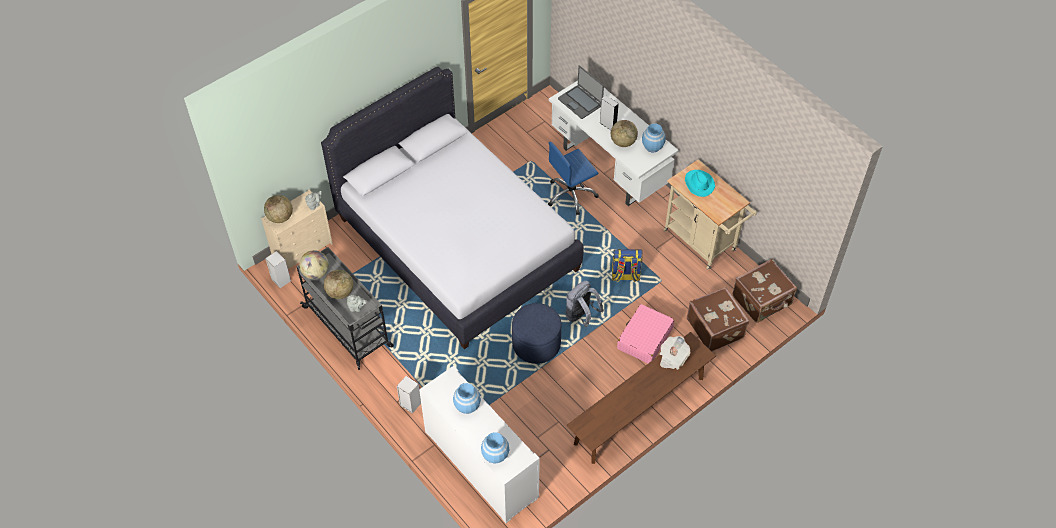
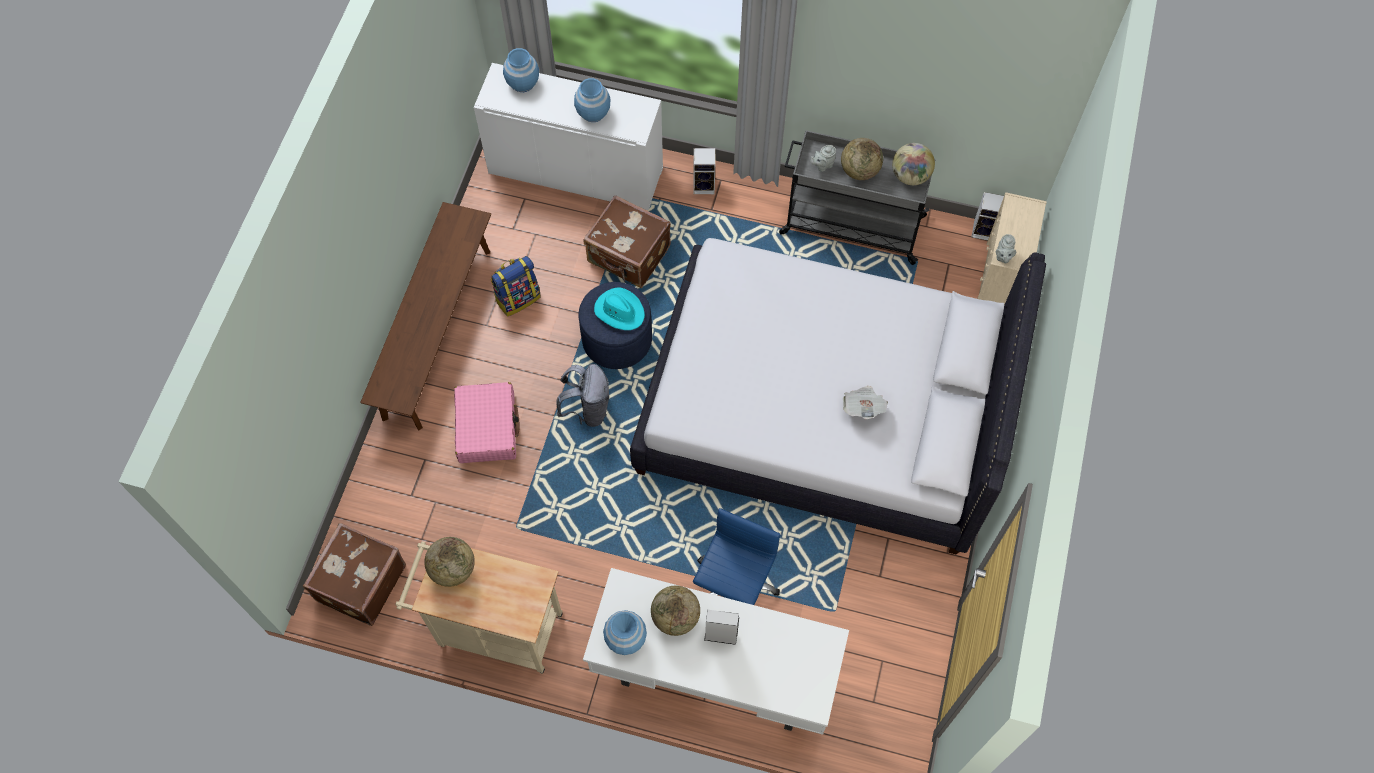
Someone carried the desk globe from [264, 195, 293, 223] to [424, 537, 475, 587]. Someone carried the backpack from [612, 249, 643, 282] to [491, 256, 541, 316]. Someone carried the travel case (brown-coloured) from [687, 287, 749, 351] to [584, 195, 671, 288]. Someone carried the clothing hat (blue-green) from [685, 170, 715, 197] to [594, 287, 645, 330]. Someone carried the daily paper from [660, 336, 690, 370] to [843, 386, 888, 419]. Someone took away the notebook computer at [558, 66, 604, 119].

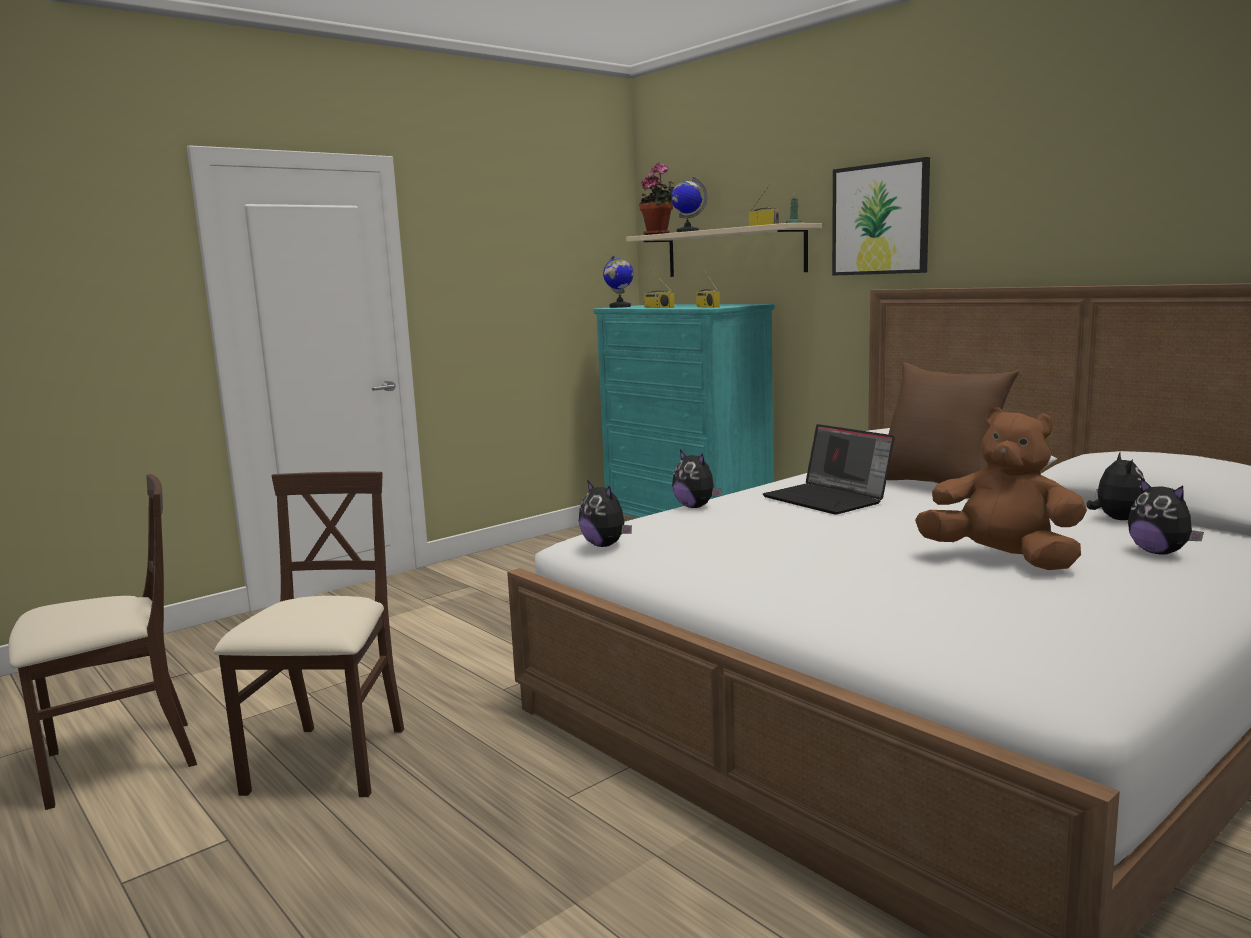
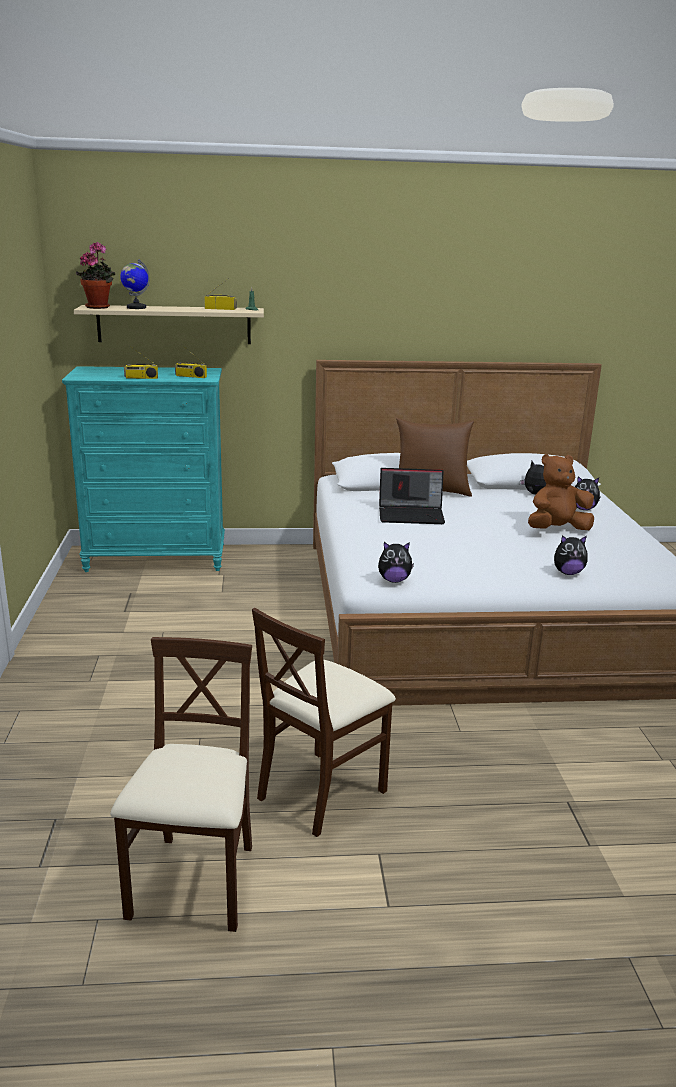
Someone rotated the upright chair (beige) at [214, 472, 404, 797] by 90 degrees counterclockwise. Someone carried the cuddly toy from [672, 450, 721, 508] to [554, 535, 588, 575]. Someone took away the desk globe at [603, 255, 633, 308]. Someone took away the wall art at [832, 157, 930, 276].

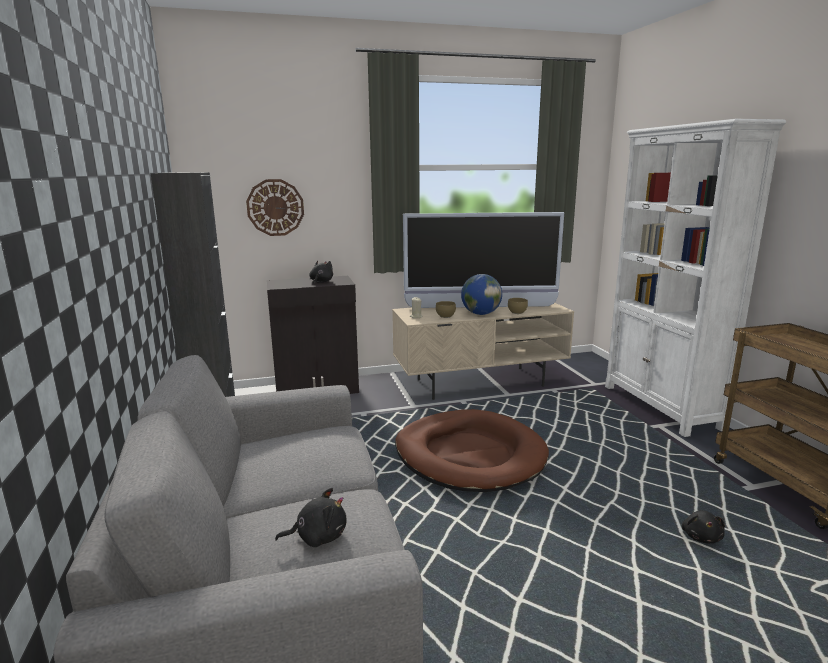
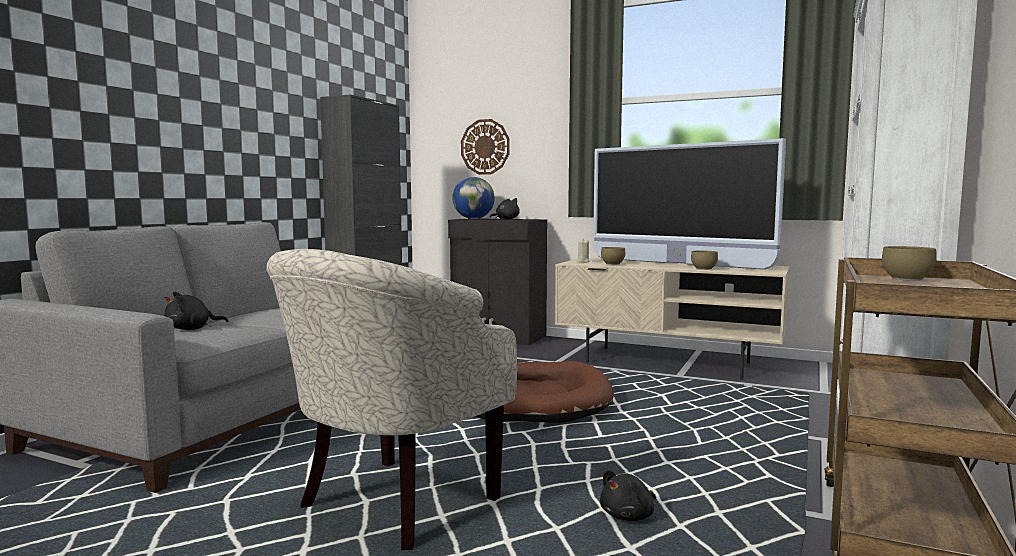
Someone rotated the cuddly toy (blackish) at [275, 488, 346, 547] by 120 degrees clockwise. Someone put down the lounge chair (beige) at [266, 249, 517, 550]. Someone carried the desk globe from [461, 274, 502, 315] to [453, 177, 495, 219]. Someone put down the serving bowl (brown-coloured) at [882, 246, 937, 281].

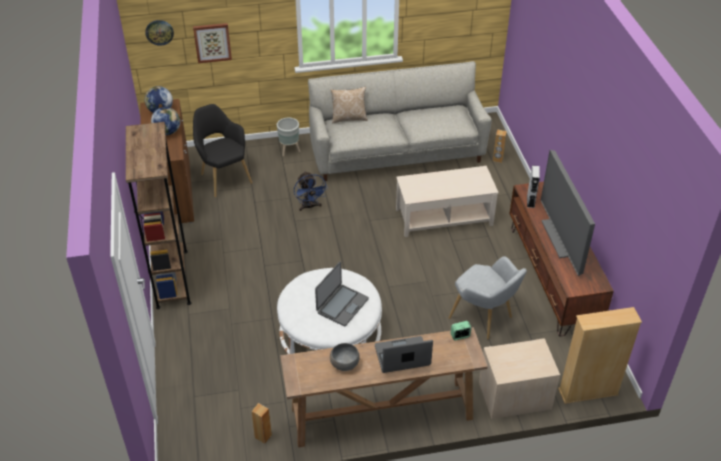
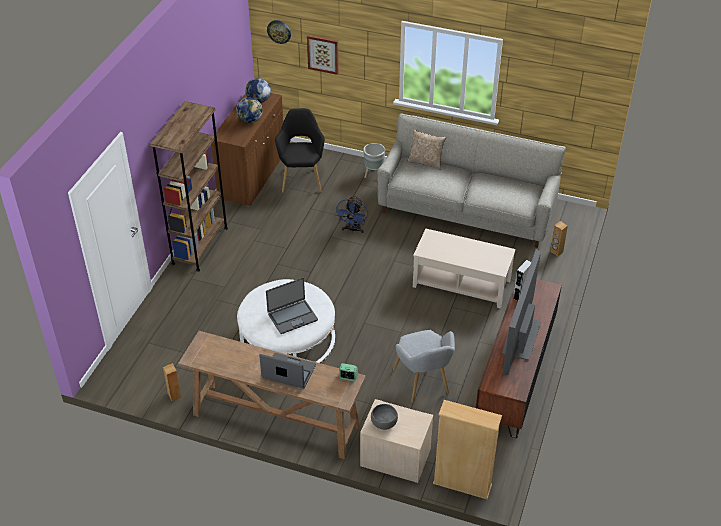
Someone carried the serving bowl (gray) from [330, 343, 360, 371] to [371, 404, 398, 430].

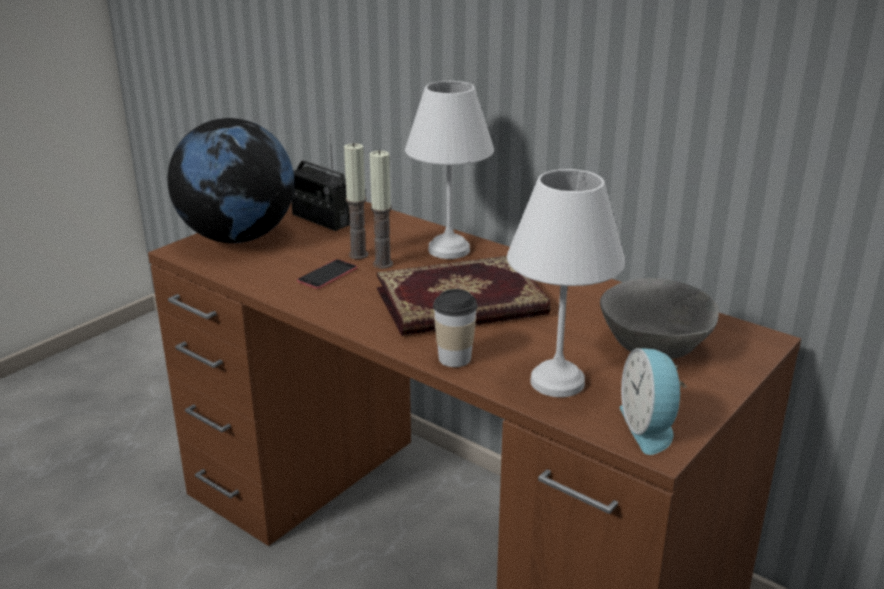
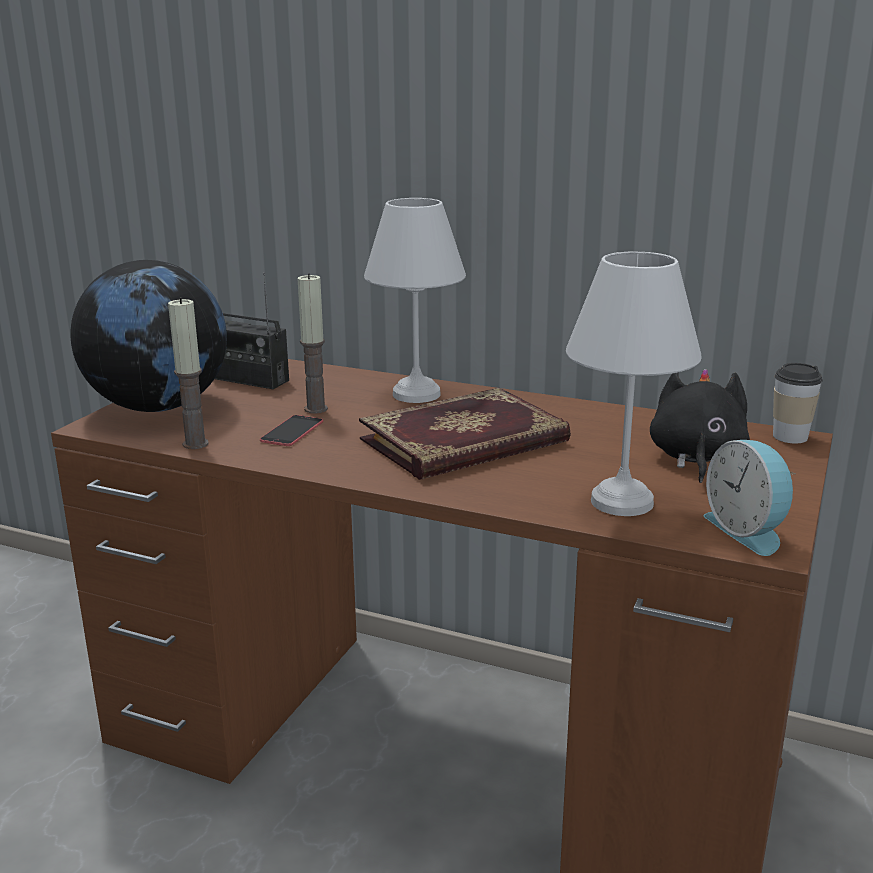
Someone carried the candle from [370, 150, 393, 269] to [168, 298, 209, 449]. Someone swapped the serving bowl (gray) at [600, 278, 719, 359] for the cuddly toy (blackish) at [650, 369, 750, 483]. Someone carried the cup from [433, 289, 478, 367] to [773, 363, 823, 443].

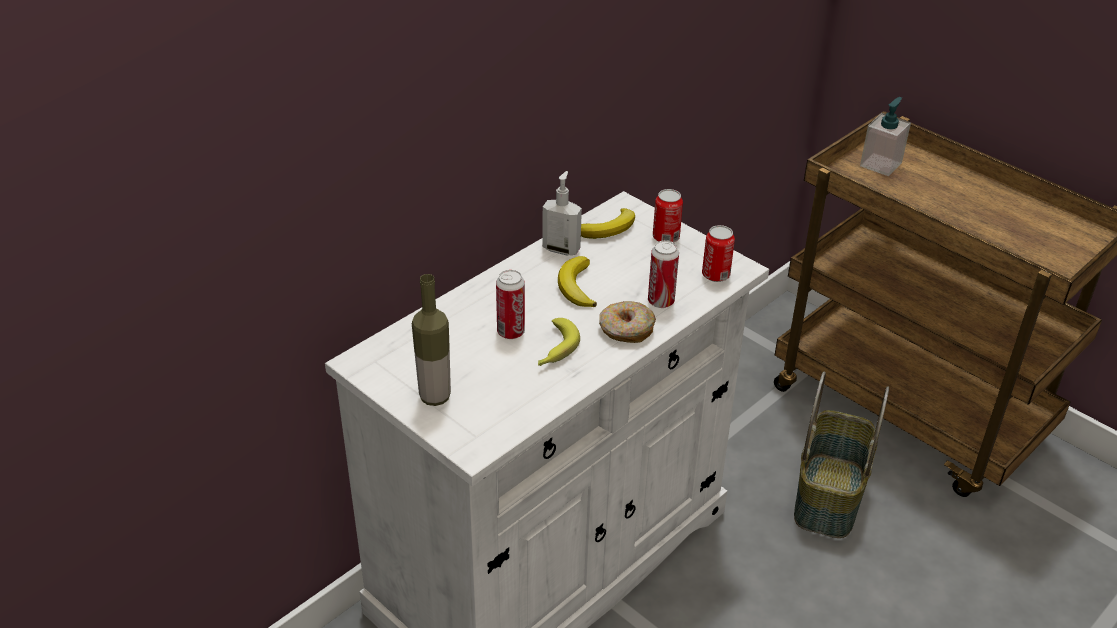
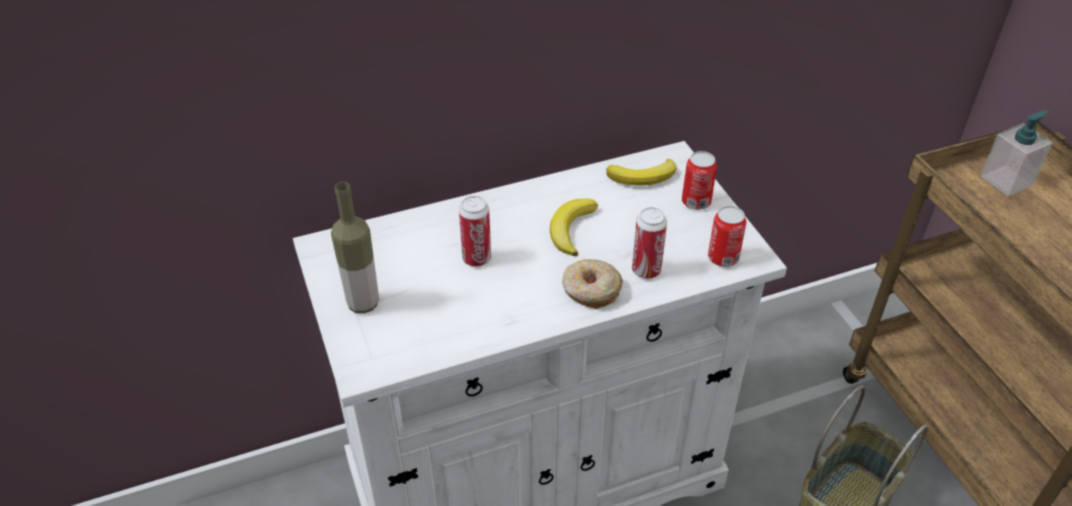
Someone took away the banana at [538, 318, 580, 366]. Someone took away the soap dispenser at [542, 171, 582, 255].

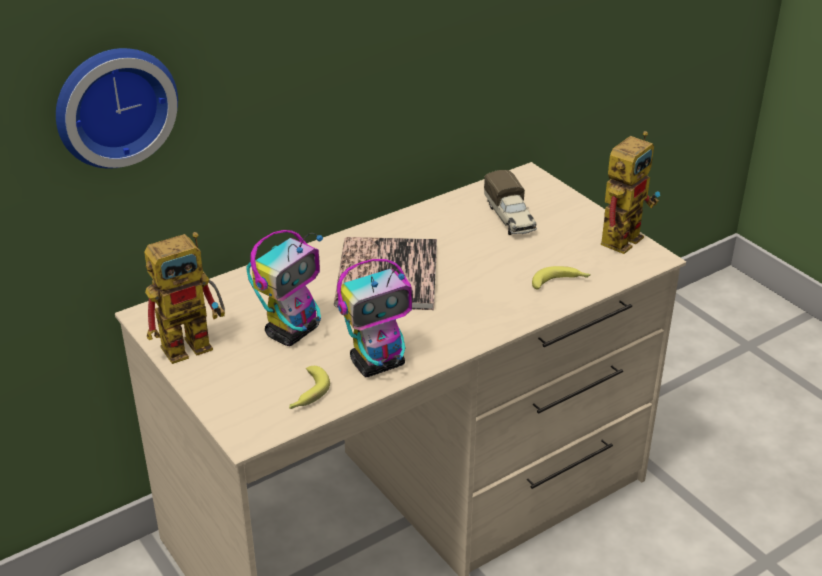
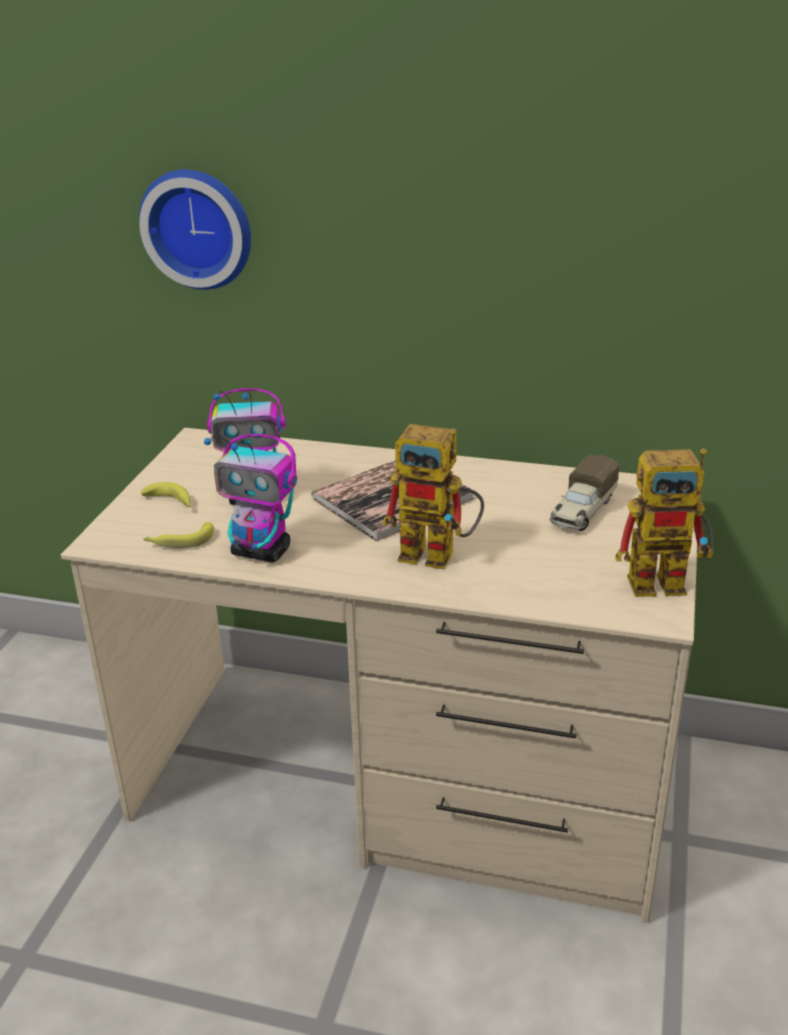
Someone carried the banana from [532, 266, 591, 289] to [141, 482, 191, 507]. Someone carried the model robot from [144, 232, 225, 364] to [382, 424, 484, 569].

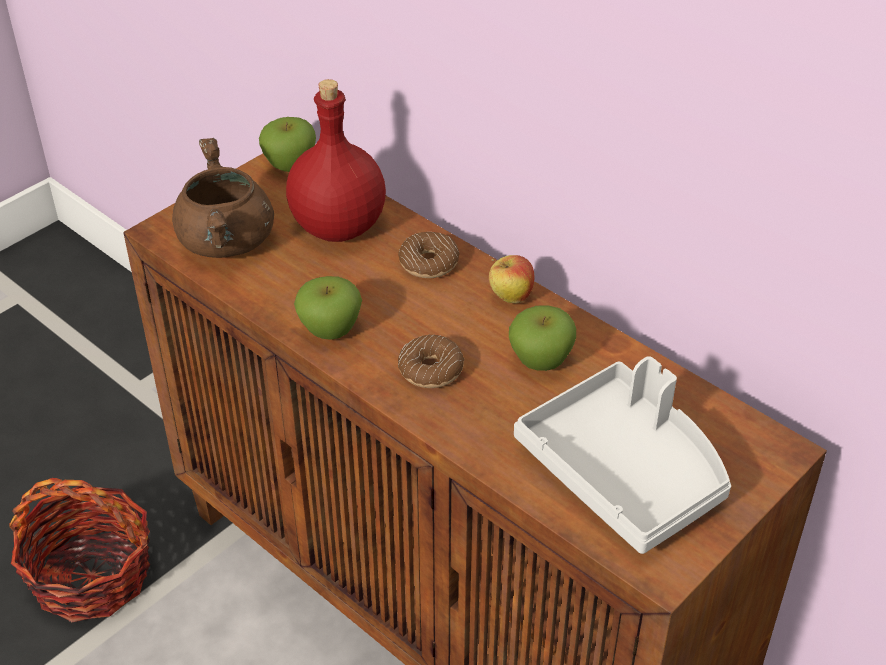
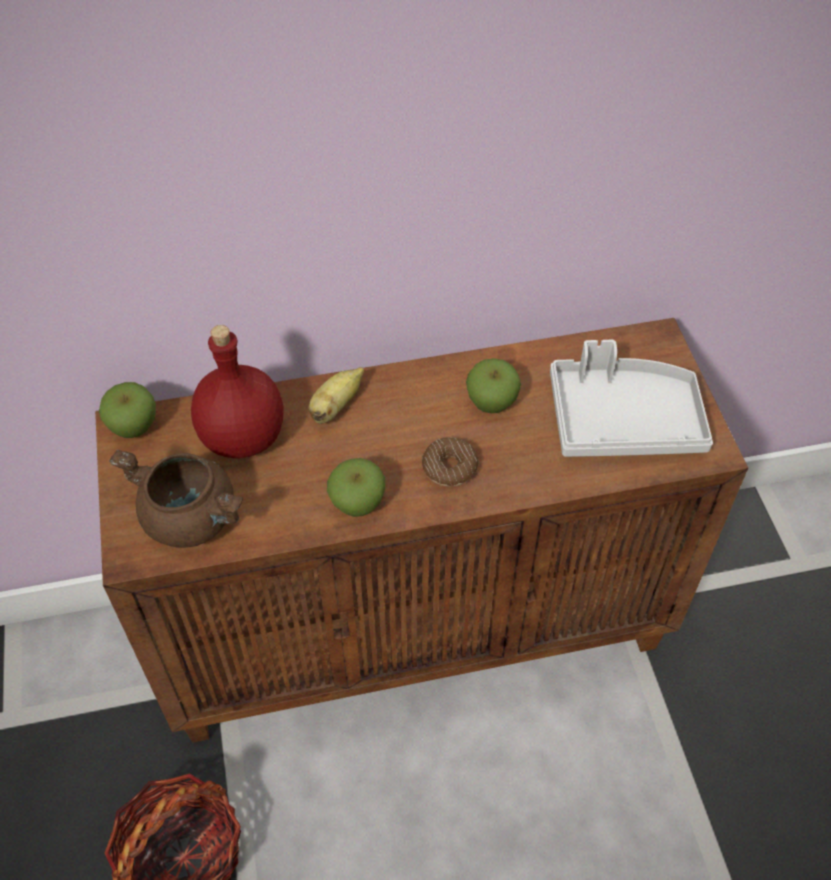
Someone swapped the donut at [398, 232, 460, 278] for the banana at [309, 367, 364, 424]. Someone took away the whole apple at [489, 255, 534, 303].

